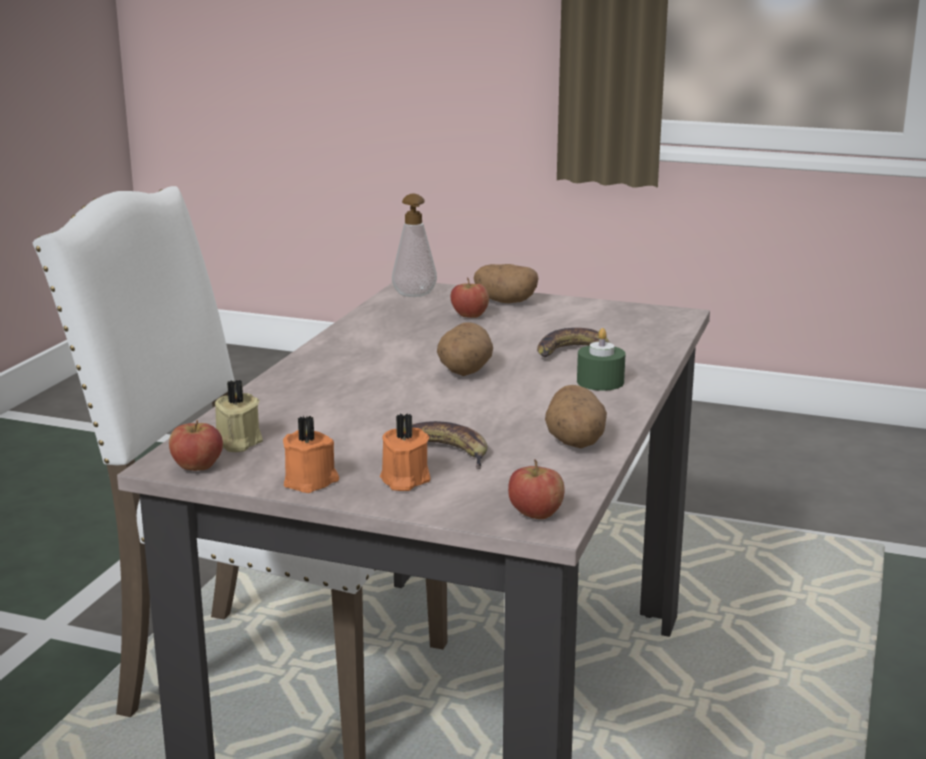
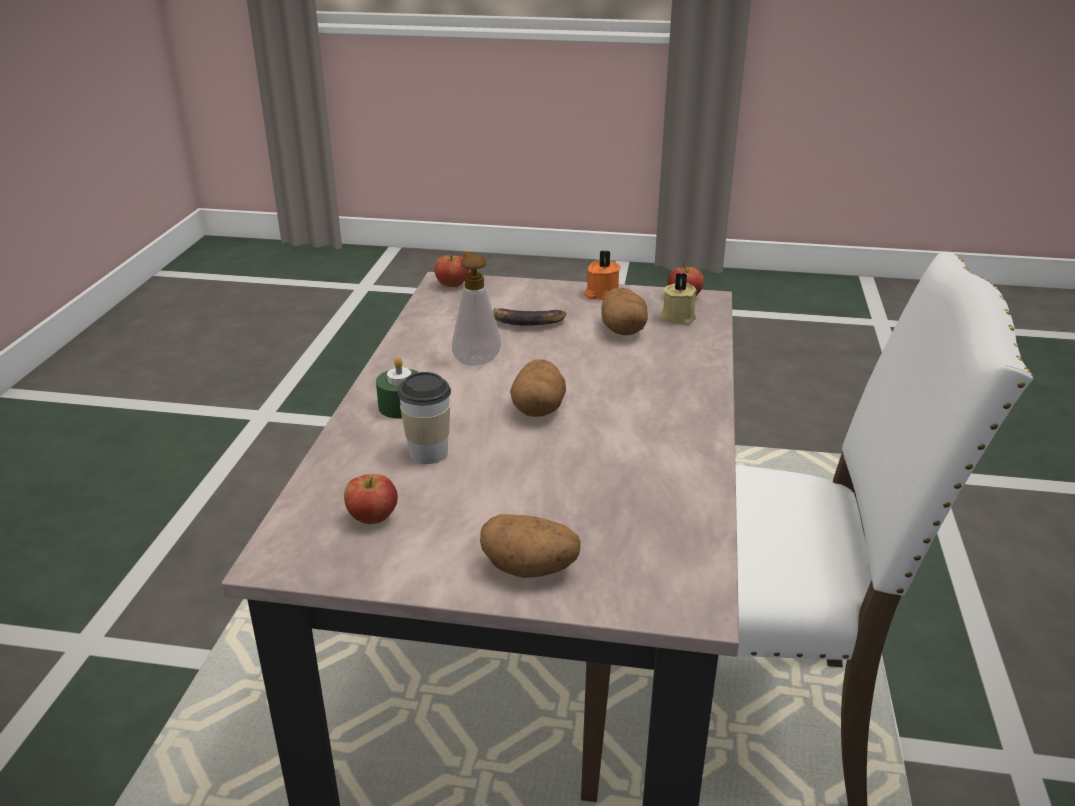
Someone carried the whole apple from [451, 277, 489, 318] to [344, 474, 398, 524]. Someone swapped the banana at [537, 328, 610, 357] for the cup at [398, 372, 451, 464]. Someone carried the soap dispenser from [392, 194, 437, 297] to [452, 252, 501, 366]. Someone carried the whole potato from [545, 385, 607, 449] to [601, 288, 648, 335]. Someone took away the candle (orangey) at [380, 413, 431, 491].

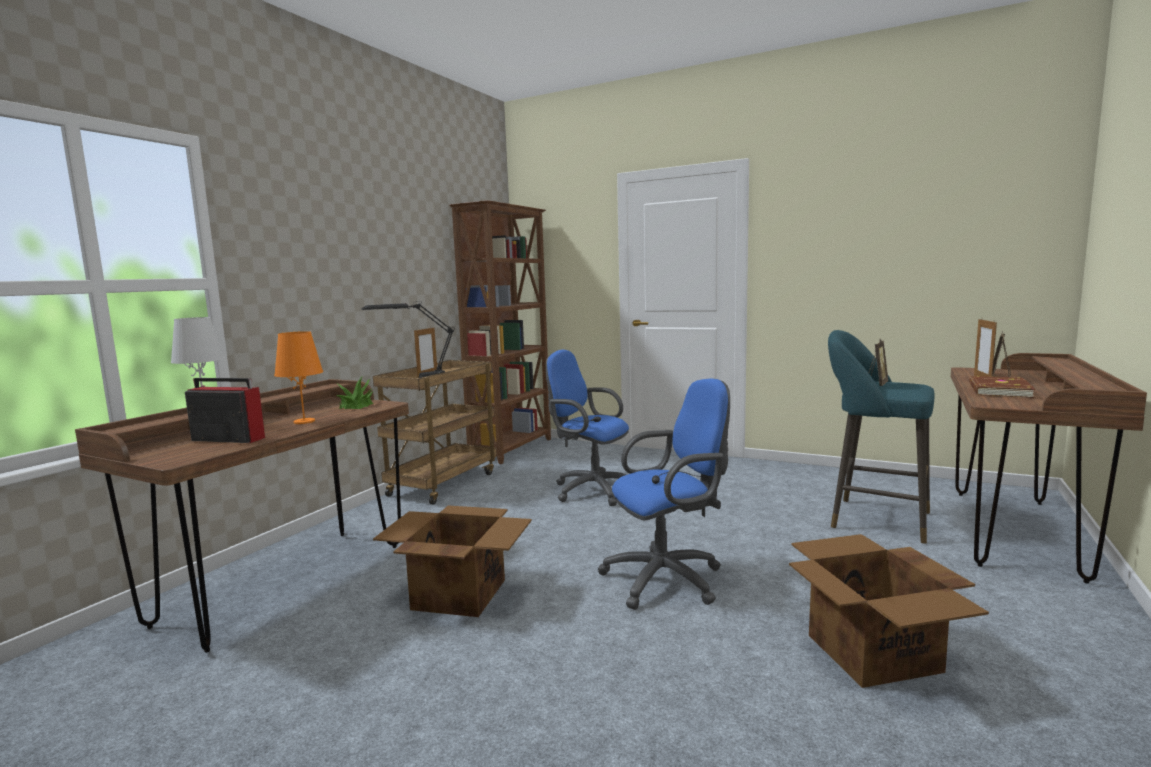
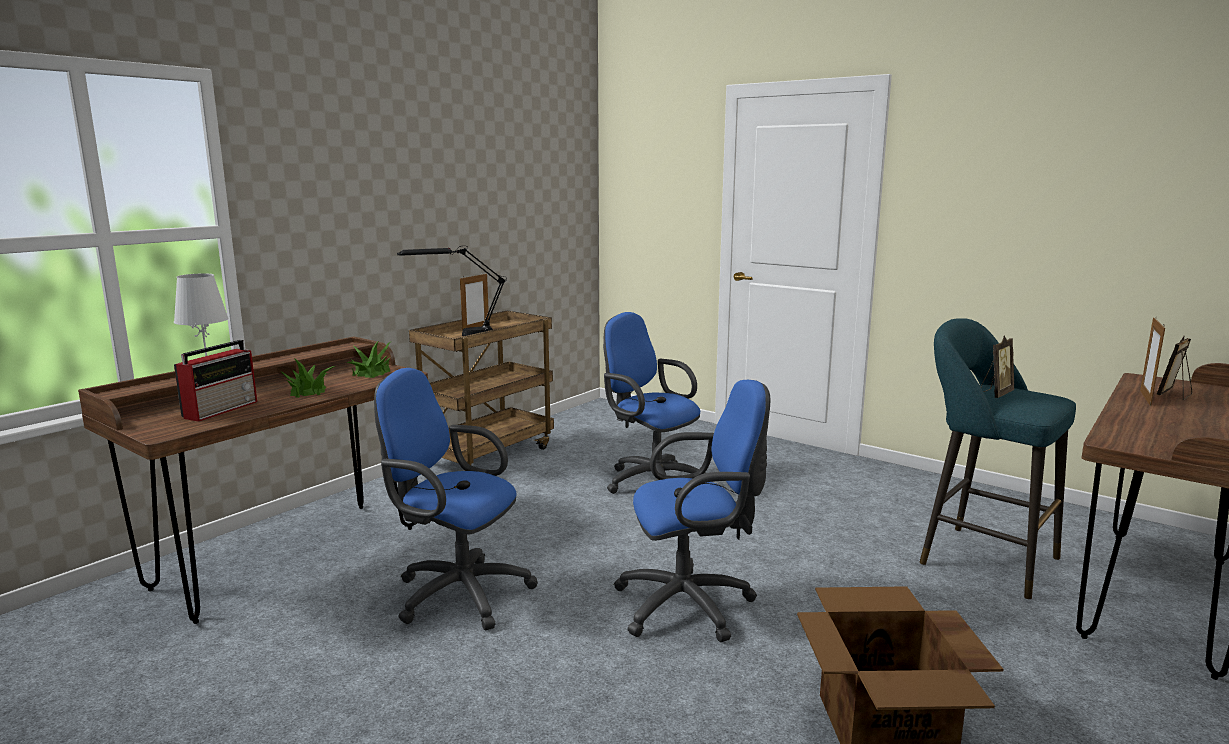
Someone rotated the radio receiver at [185, 378, 265, 443] by 90 degrees clockwise. Someone swapped the lamp for a table (orangey) at [274, 331, 323, 424] for the potted plant at [280, 358, 335, 398]. Someone swapped the cardboard box at [373, 506, 532, 617] for the desk chair (blue-coloured) at [374, 368, 538, 630]. Someone took away the bookshelf (brown-coloured) at [449, 200, 551, 464]. Someone took away the book (brown-coloured) at [969, 376, 1036, 398].

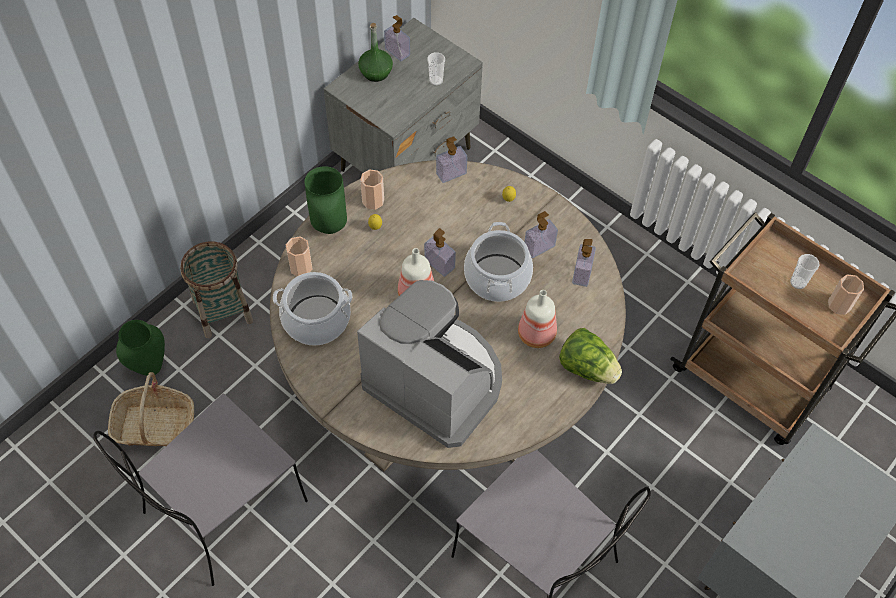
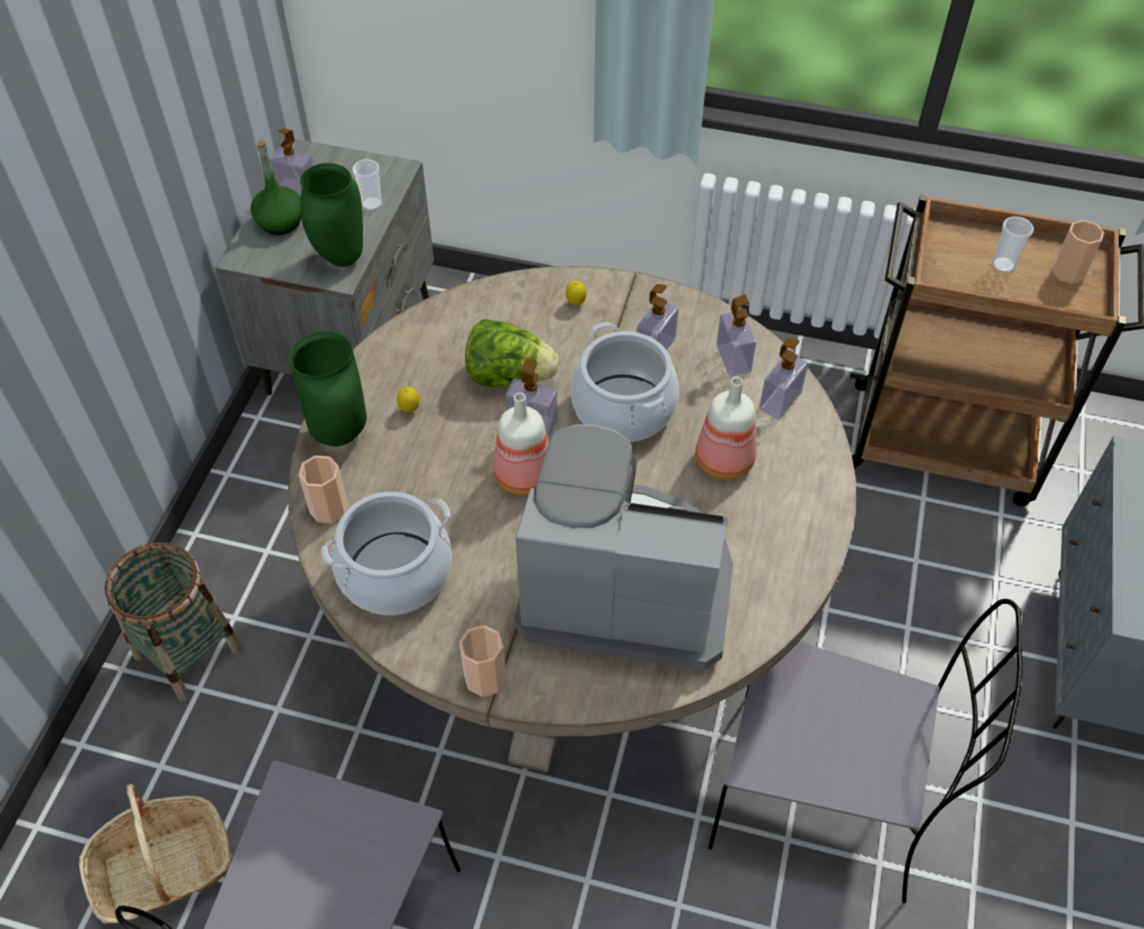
Someone carried the flower vase (green) from [116, 320, 165, 376] to [300, 163, 363, 267]. Someone carried the cup from [360, 170, 384, 210] to [459, 625, 506, 697]. Someone carried the head of lettuce from [559, 328, 622, 384] to [465, 319, 559, 387]. Someone carried the soap dispenser from [436, 136, 467, 183] to [759, 338, 808, 420].

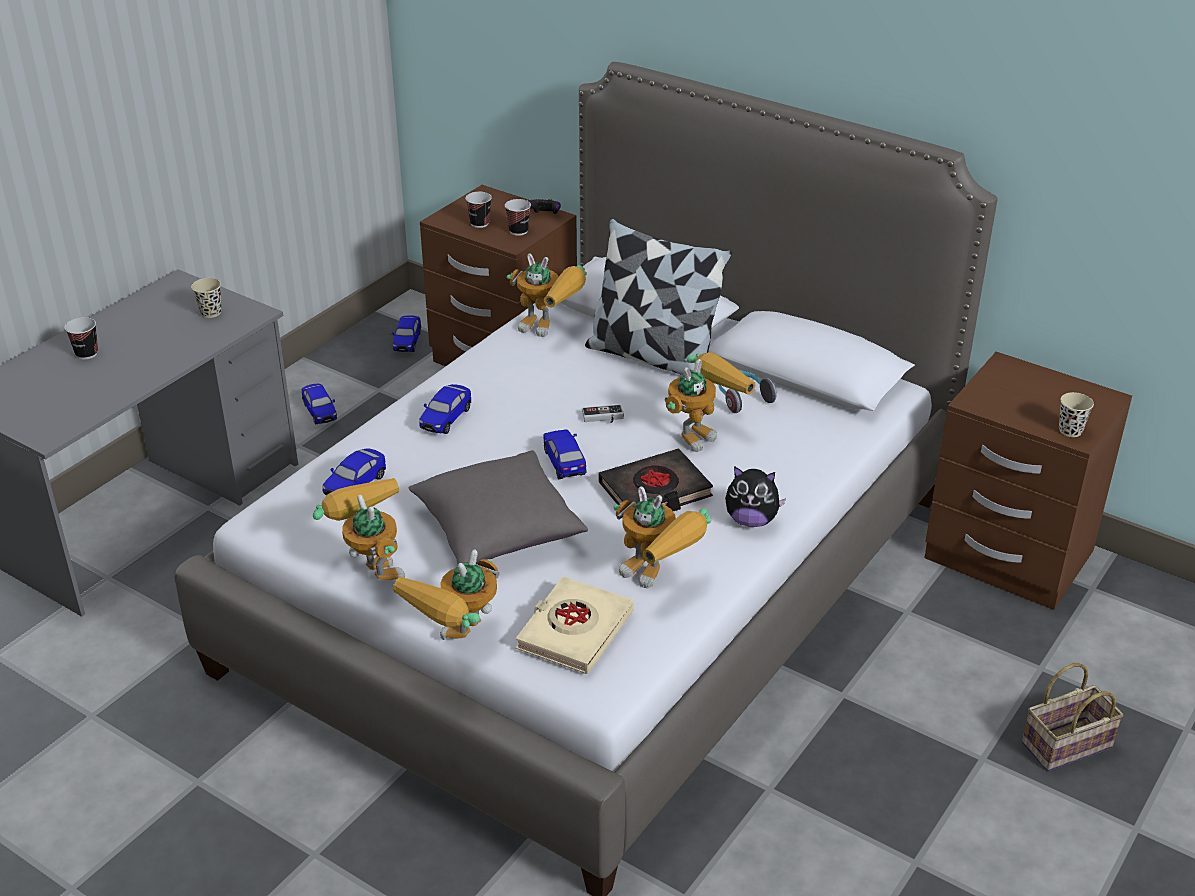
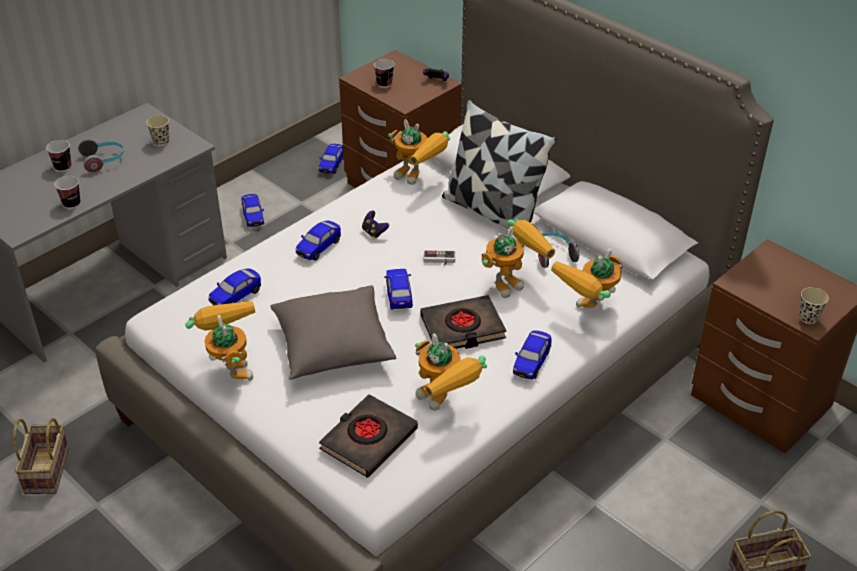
Someone put down the household basket at [13, 418, 69, 494]. Someone carried the cup from [505, 199, 531, 236] to [54, 176, 81, 209]. Someone put down the pair of headphones at [78, 139, 124, 172]. Someone repainted the book (beige) at [515, 576, 634, 674], which became the book (blackish) at [319, 394, 418, 478]. Someone put down the joypad at [362, 211, 389, 239]. Someone swapped the cuddly toy at [725, 466, 786, 527] for the toy car at [513, 330, 552, 379]. Someone carried the model robot from [393, 549, 500, 640] to [551, 248, 623, 308].

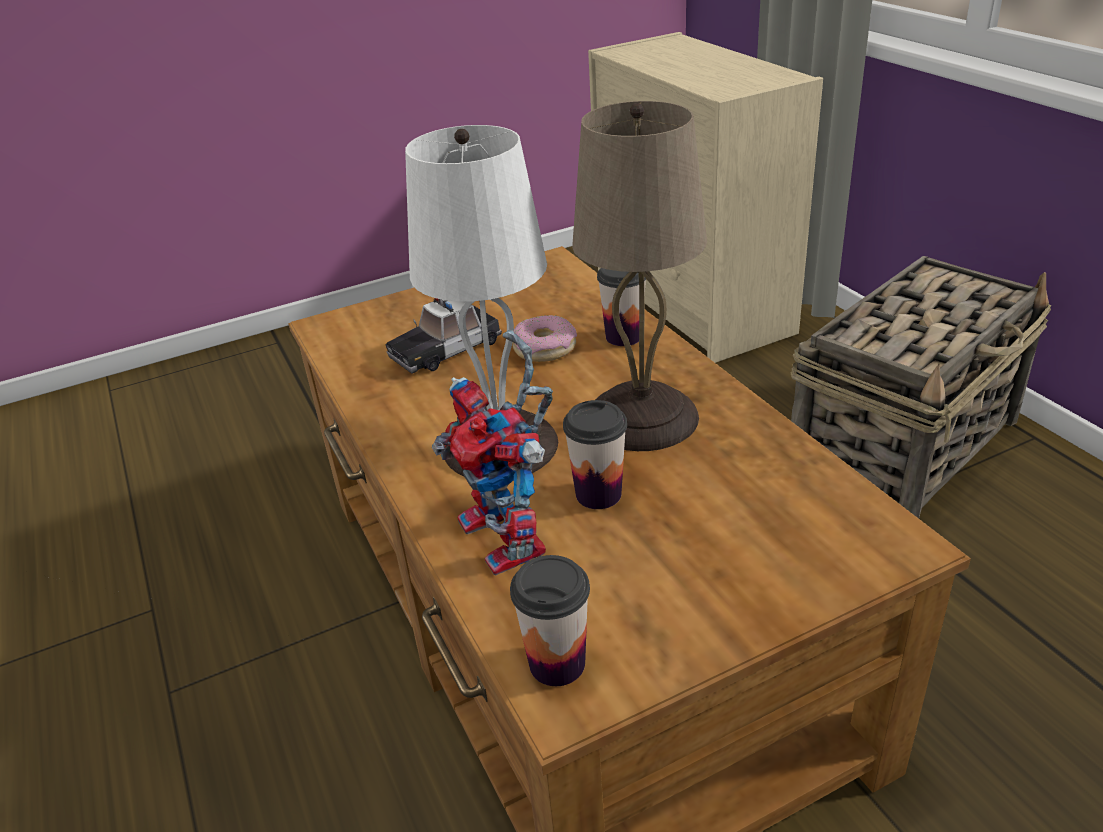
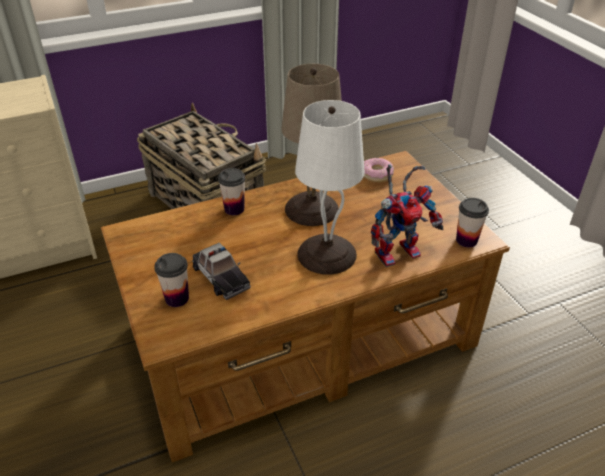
Someone carried the cup from [563, 400, 627, 509] to [154, 253, 189, 307]. Someone carried the donut from [512, 315, 577, 362] to [364, 158, 394, 182].

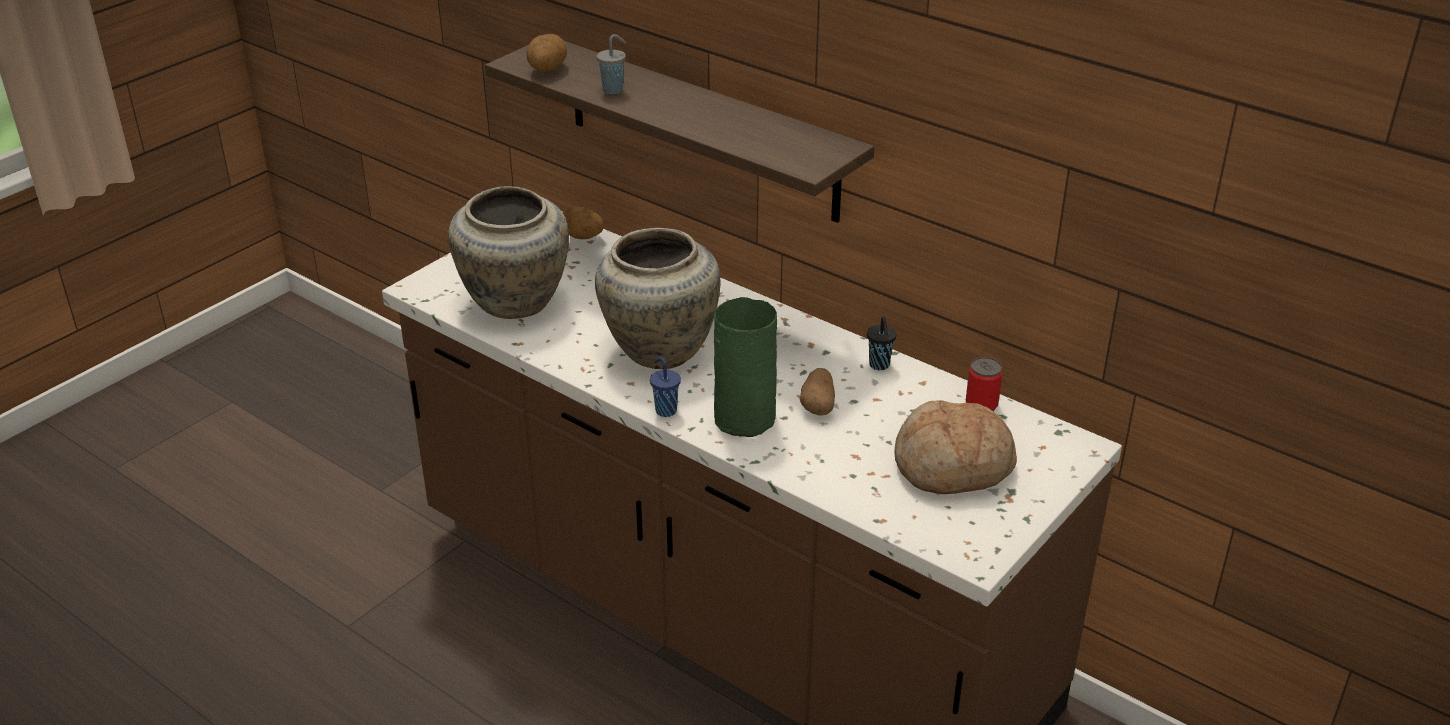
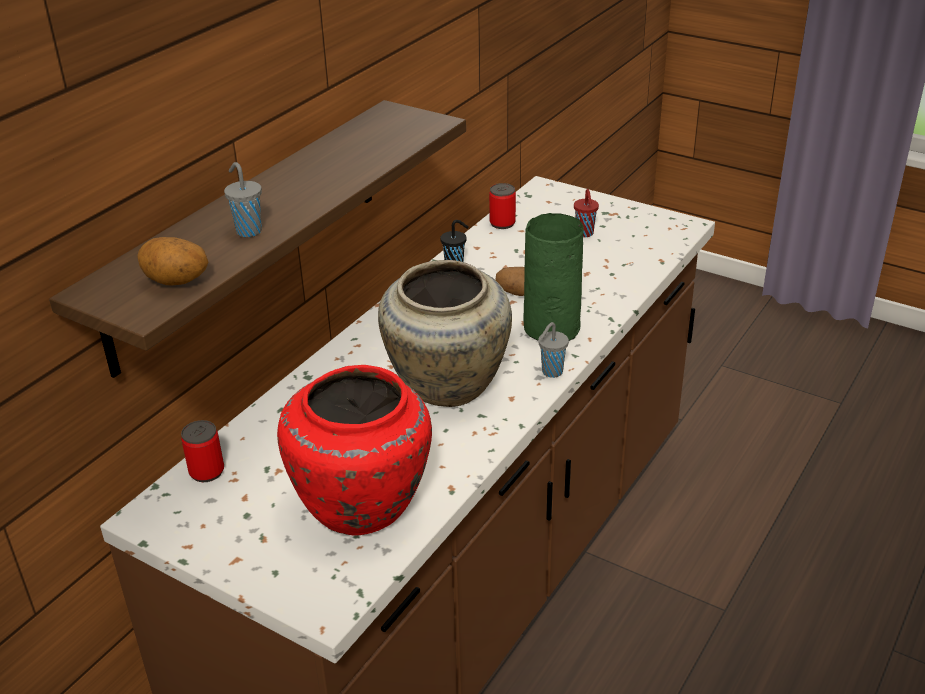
Someone swapped the whole potato at [562, 206, 604, 239] for the sealed can at [181, 420, 224, 482]. Someone repainted the flower vase (beige) at [448, 186, 569, 319], which became the flower vase (red) at [277, 365, 432, 535]. Someone repainted the cup (blue-coloured) at [650, 357, 681, 417], which became the cup (gray) at [538, 322, 569, 378]. Someone swapped the bread at [894, 400, 1017, 494] for the cup (red) at [574, 189, 599, 237].

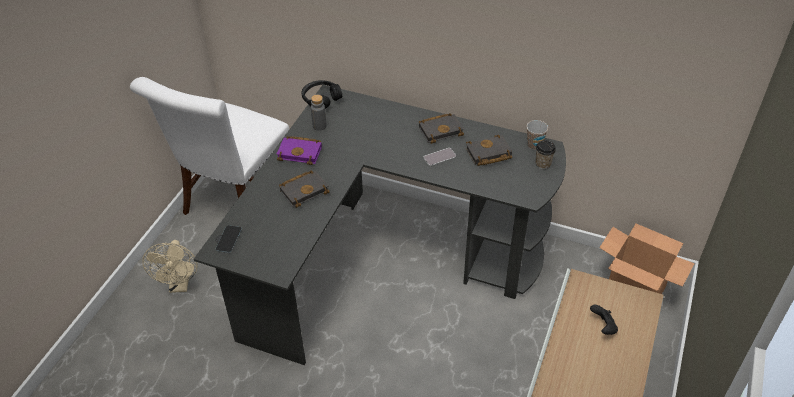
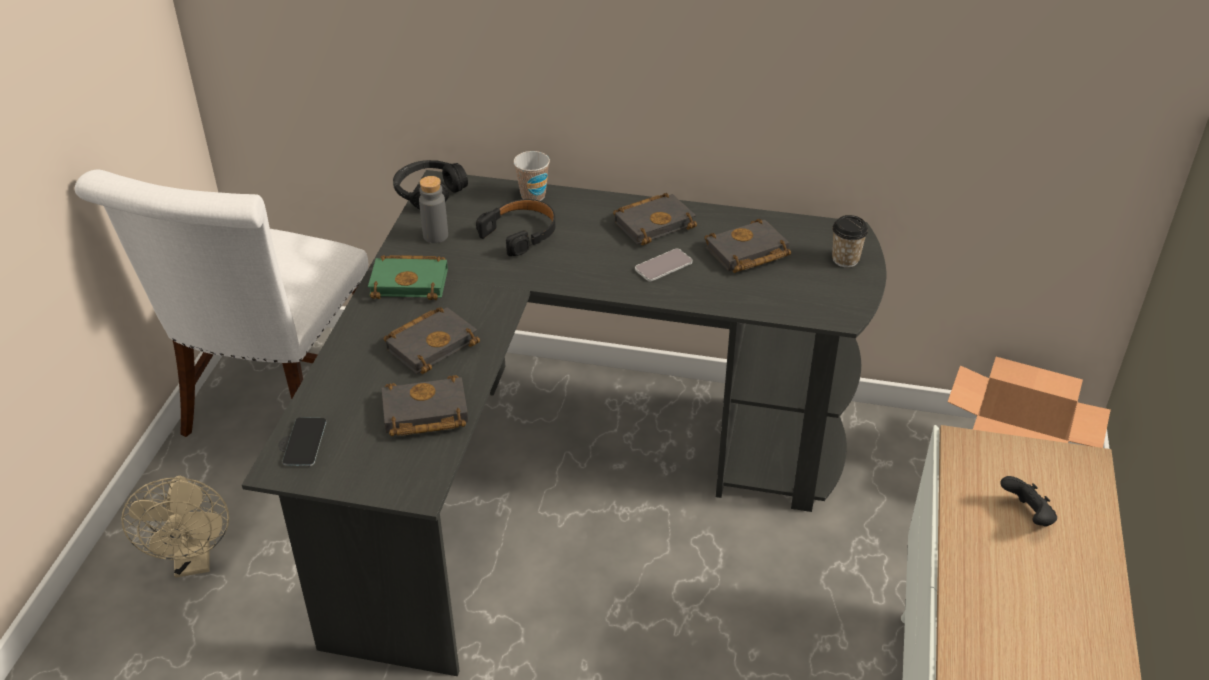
Someone repainted the book (purplish) at [277, 136, 322, 165], which became the book (green) at [368, 255, 448, 300]. Someone put down the book (blackish) at [381, 375, 468, 436]. Someone put down the pair of headphones (blackish) at [476, 199, 555, 256]. Someone carried the cup from [527, 120, 548, 150] to [513, 151, 550, 201].

